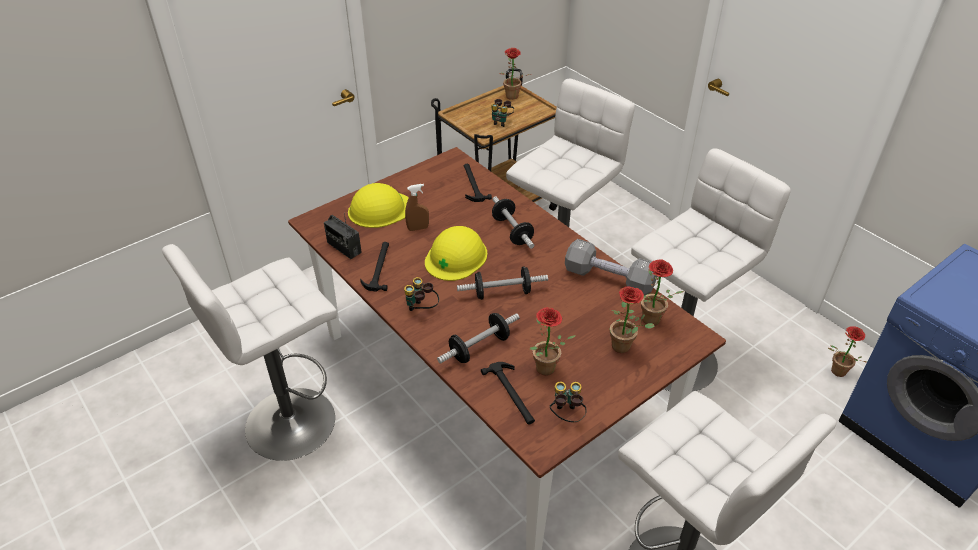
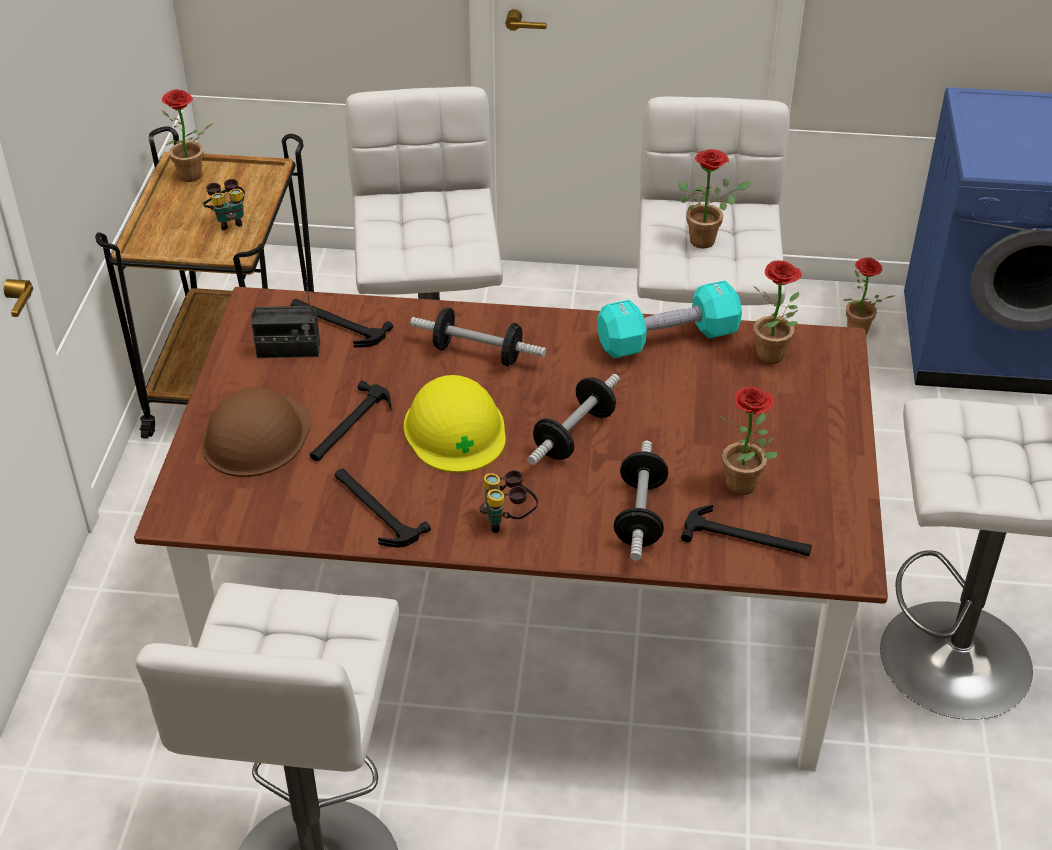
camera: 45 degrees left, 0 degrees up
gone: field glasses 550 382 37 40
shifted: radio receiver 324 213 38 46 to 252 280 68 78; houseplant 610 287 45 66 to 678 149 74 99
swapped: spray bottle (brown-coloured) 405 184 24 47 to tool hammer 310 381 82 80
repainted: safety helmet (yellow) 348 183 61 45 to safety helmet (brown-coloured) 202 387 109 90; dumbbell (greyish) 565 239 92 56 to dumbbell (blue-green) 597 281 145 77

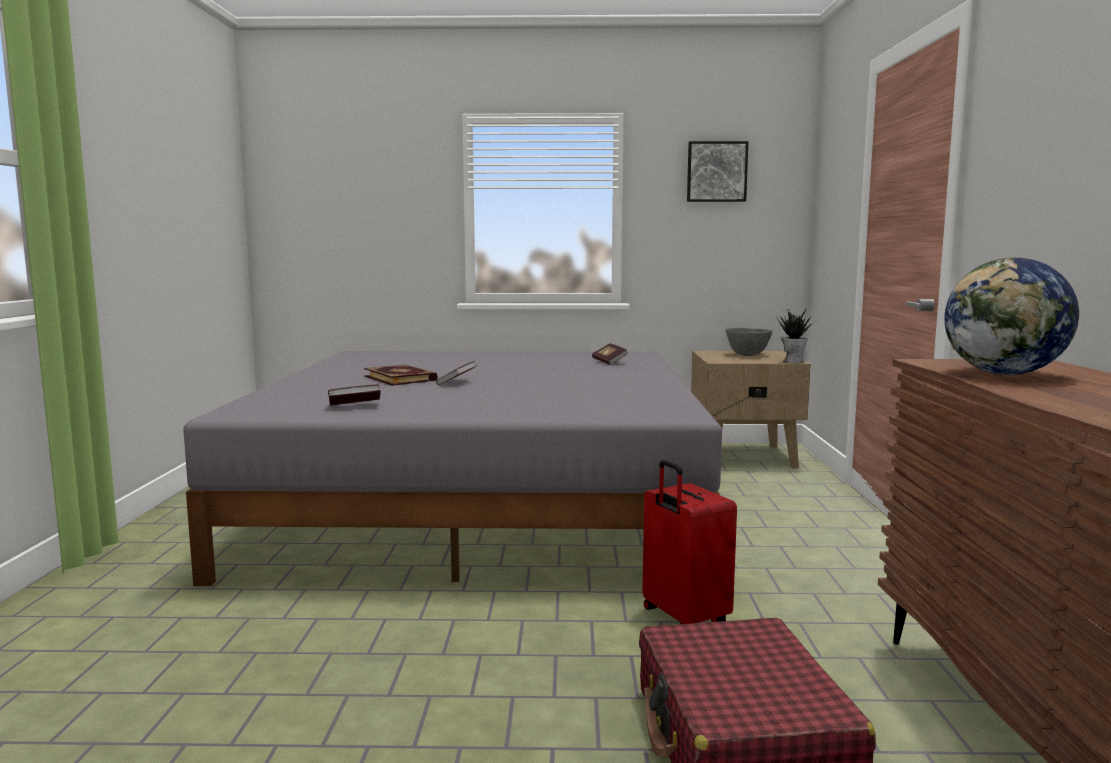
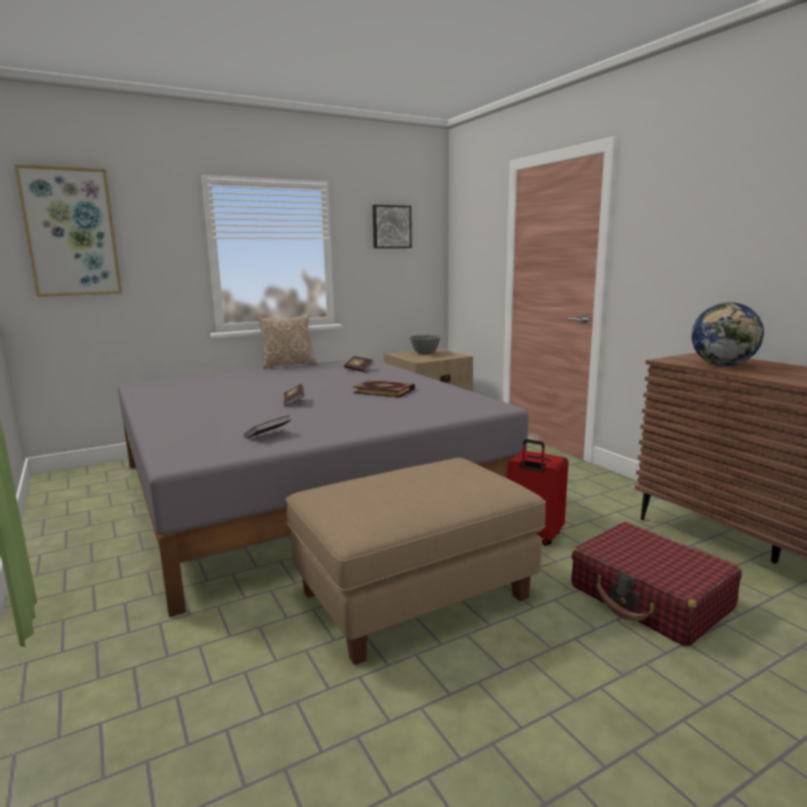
camera: 30 degrees left, 5 degrees up
gone: houseplant 777 309 37 54
new: wall picture 14 164 108 133; throw pillow 257 314 60 55; footrest (beige) 286 458 260 207
shifted: book 364 365 74 21 to 353 380 62 18

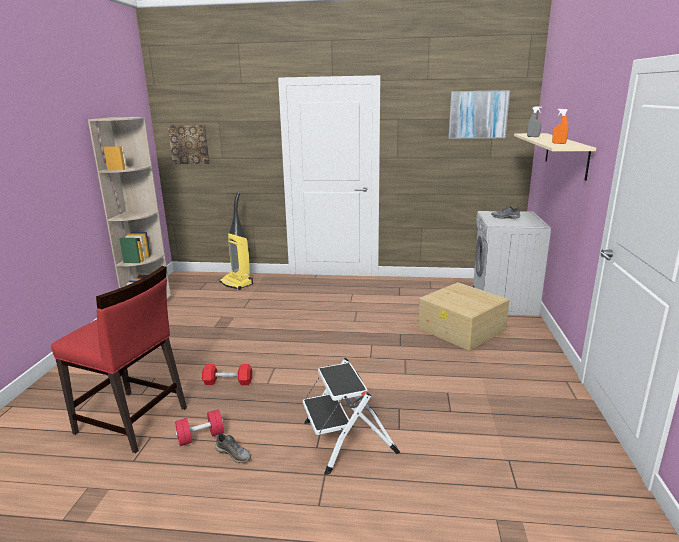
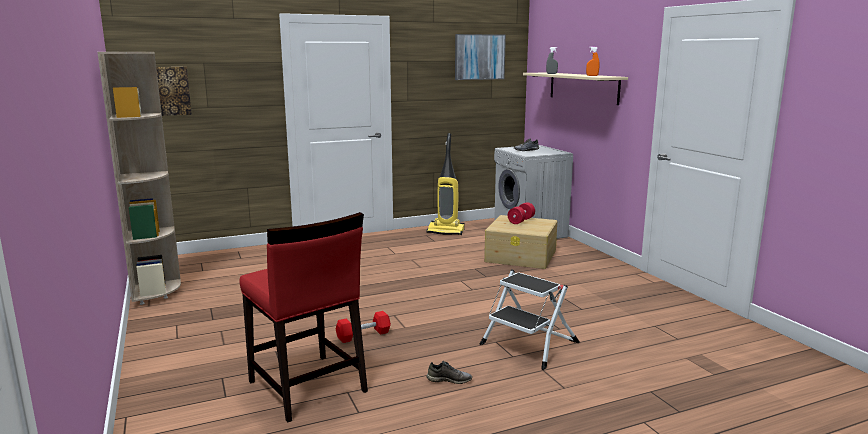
camera: 30 degrees left, 5 degrees down
shifted: dumbbell (red-coloured) 175 409 49 37 to 508 202 27 22; vacuum cleaner 219 192 34 98 to 427 133 38 102
rotated: upright chair (red-coloured) 51 266 136 187 = 239 212 129 210 60 degrees clockwise

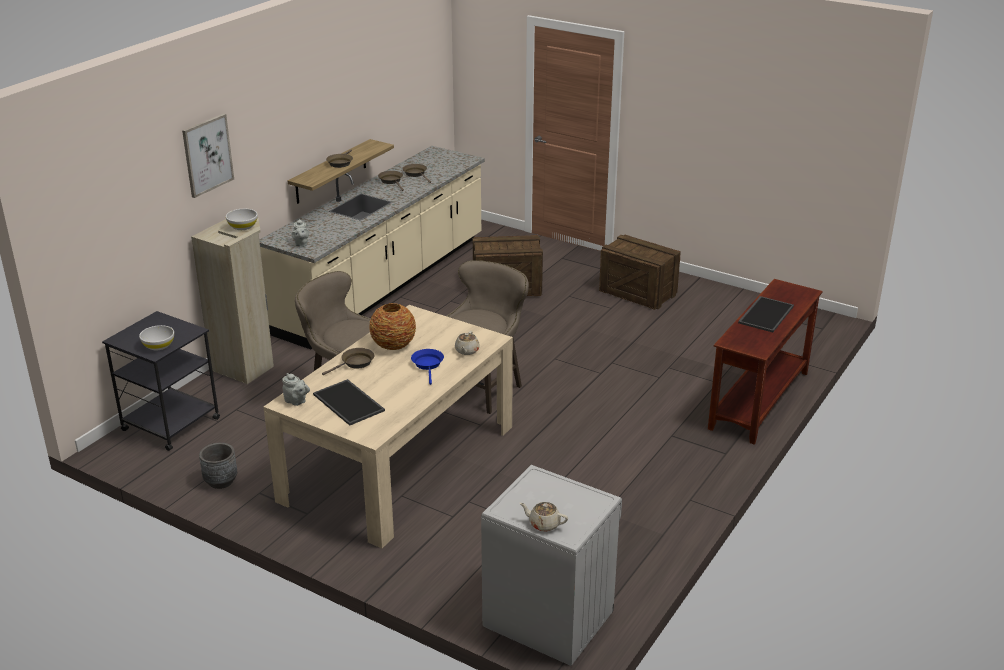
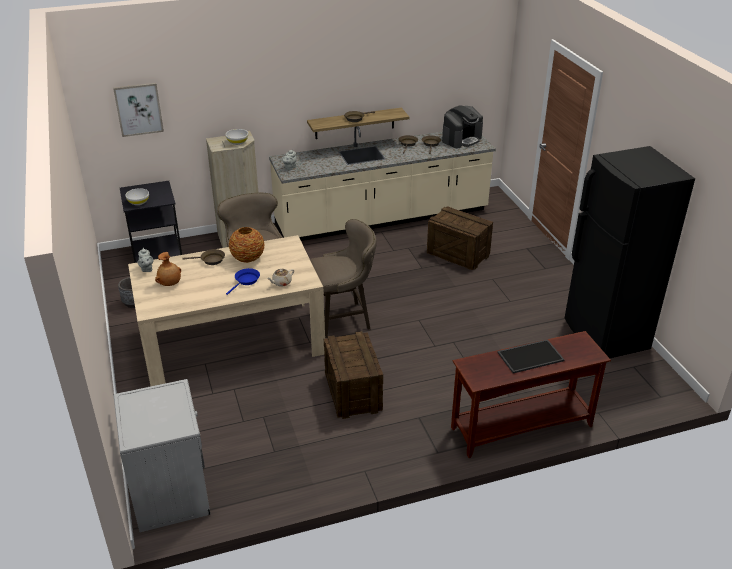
camera: 40 degrees right, 5 degrees up
gone: teapot (beige) 520 502 48 30
new: coffee brewer 442 105 41 43; refrigerator (black-coloured) 564 146 131 212
shifted: wall picture 182 113 52 85 to 113 83 51 54; crate 599 234 82 76 to 323 331 60 88
swapped: tray 313 379 72 47 to vase (brown-coloured) 155 252 26 34

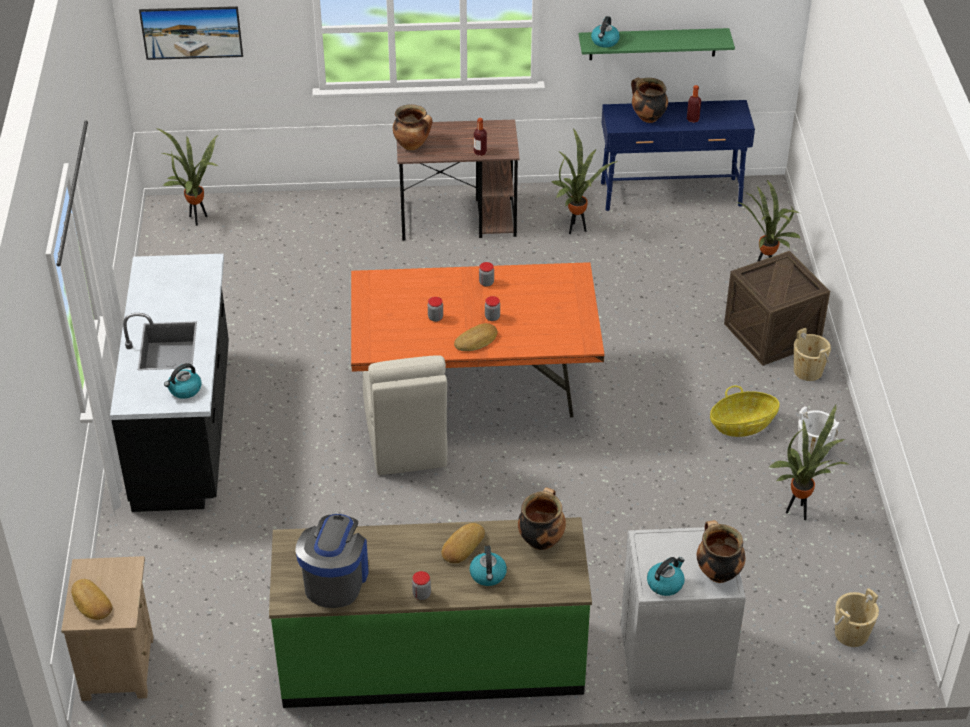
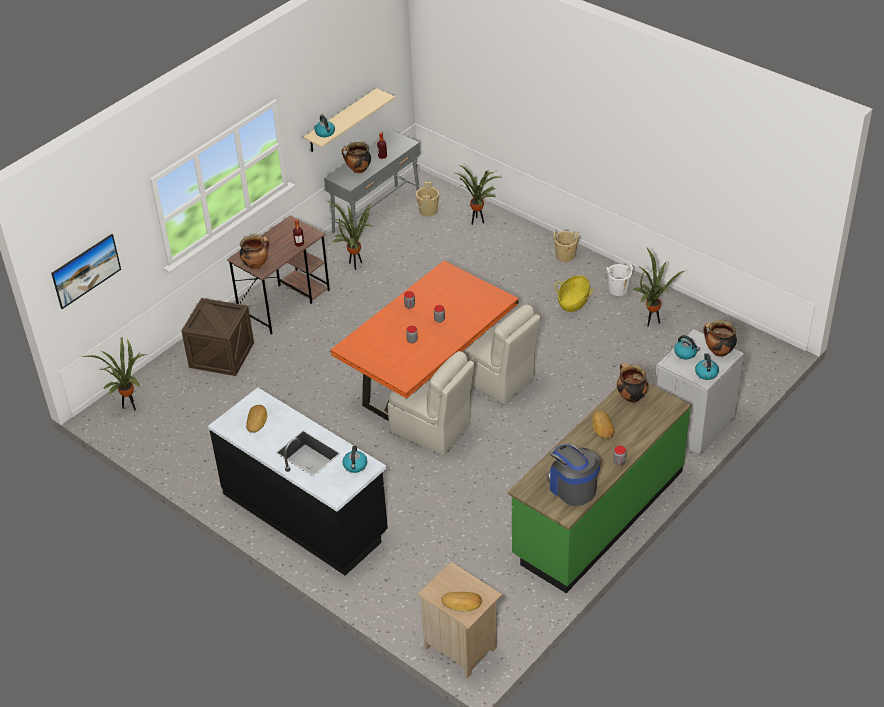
camera: 45 degrees left, 0 degrees up
new: upright chair (beige) 462 304 79 101
shifted: baked bread 454 323 44 28 to 246 405 21 28; water kettle 470 546 37 40 to 674 335 26 24; crate 724 251 106 115 to 181 298 73 78; pail (beige) 833 588 46 59 to 416 182 23 35
repainted: wall shelf (green) 579 28 156 32 to wall shelf (beige) 303 88 92 64; narrow table (bluish) 601 100 154 111 to narrow table (greyish) 324 130 96 103

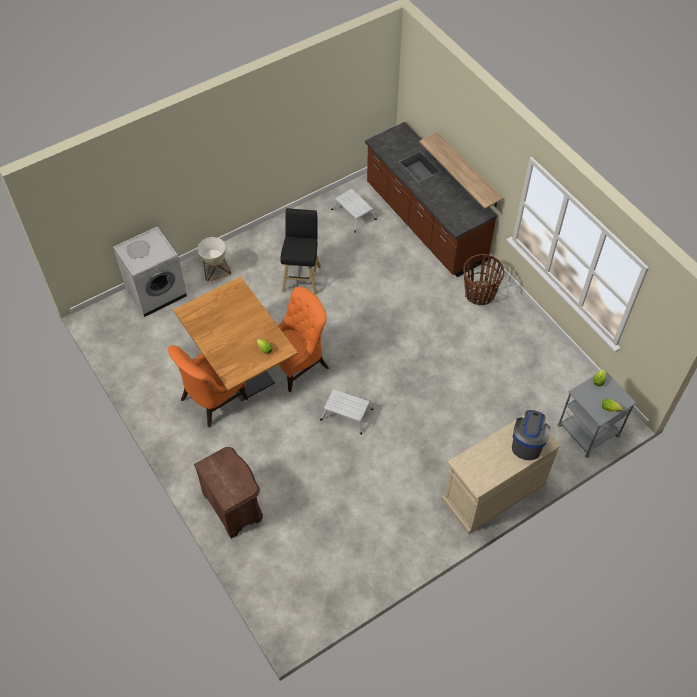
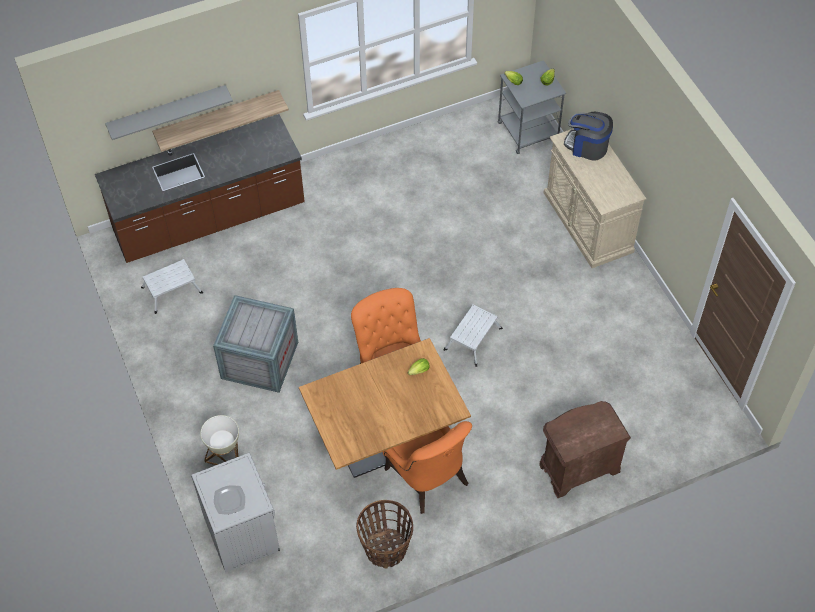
camera: 80 degrees left, 0 degrees up
new: wall shelf (greyish) 105 85 128 55
shifted: storage basket 463 254 41 51 to 356 500 57 69
swapped: stool (black-coloured) 280 208 41 87 to crate 213 295 85 98

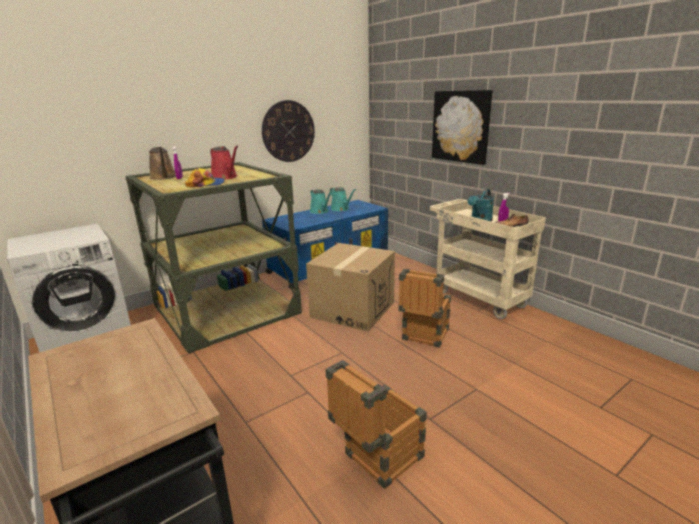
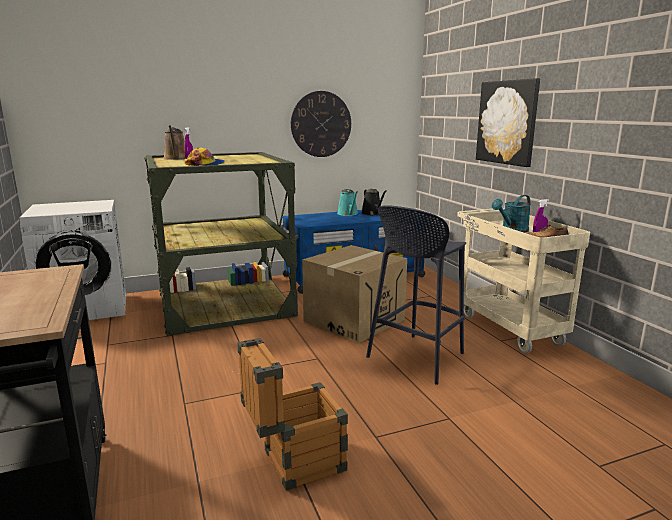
camera: 15 degrees right, 5 degrees down
gone: sprinkling can (red-coloured) 210 146 28 34
swapped: crate 398 269 53 79 to stool (greyish) 366 205 100 180
repainted: sprinkling can (blue-green) 330 187 26 24 to sprinkling can (black-coloured) 361 189 25 26

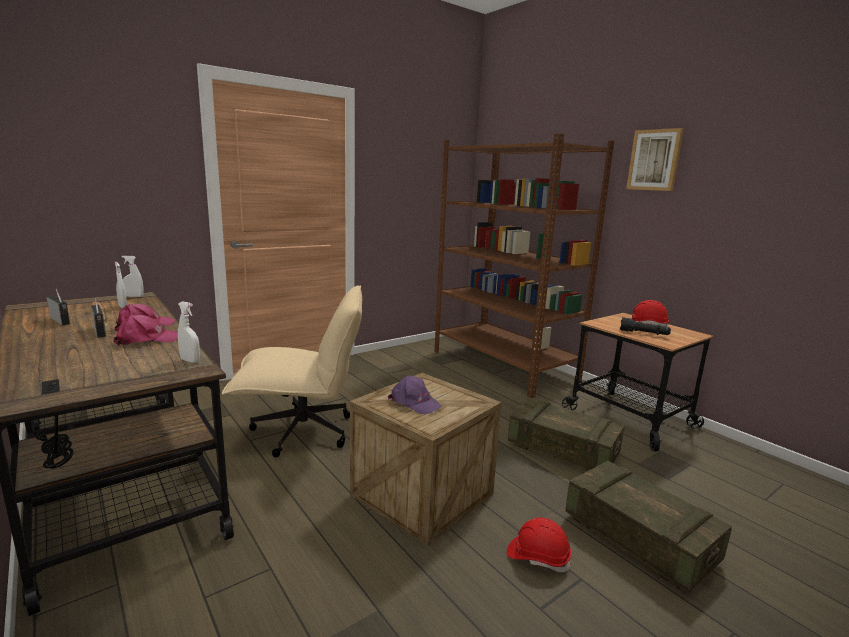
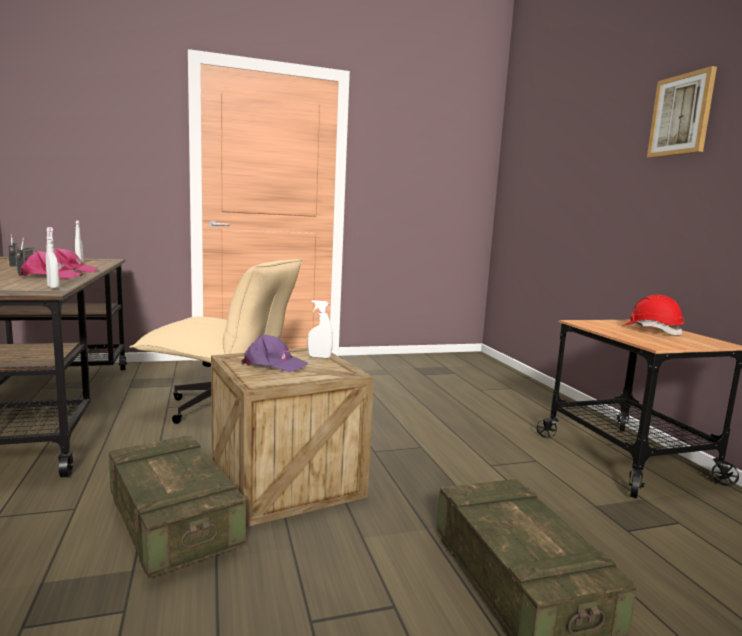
camera: 20 degrees right, 5 degrees down
gone: bookcase (brown-coloured) 434 134 180 264; safety helmet (red-coloured) 507 517 64 55; torch (black-coloured) 620 317 51 18
shifted: spray bottle (white) 122 256 22 41 to 308 300 25 59; crate 508 398 117 73 to 109 435 137 143
rotated: peaked cap (purple) 388 375 55 40 = 241 334 67 38 45 degrees counterclockwise

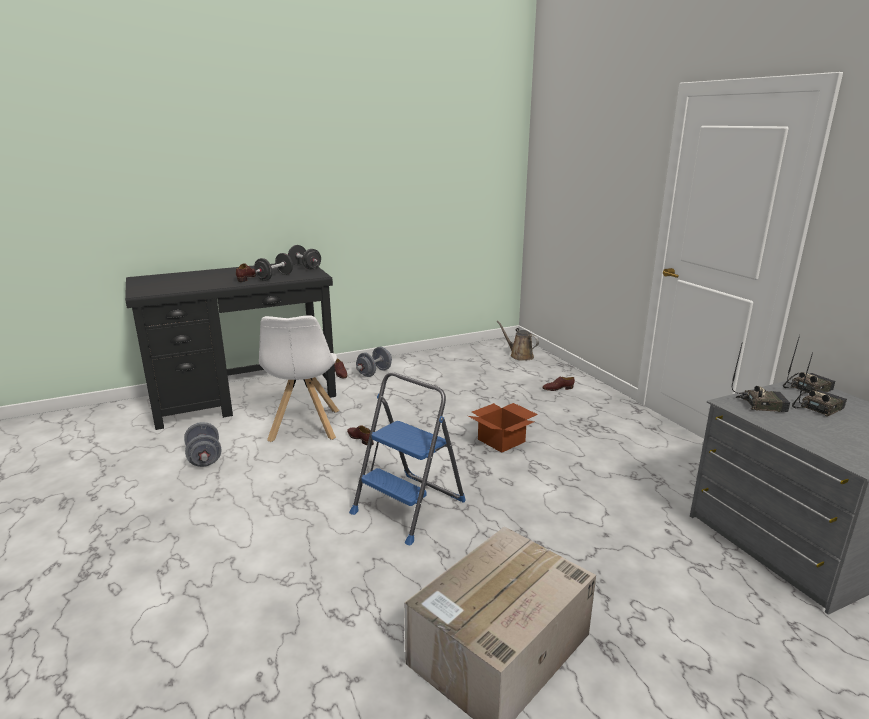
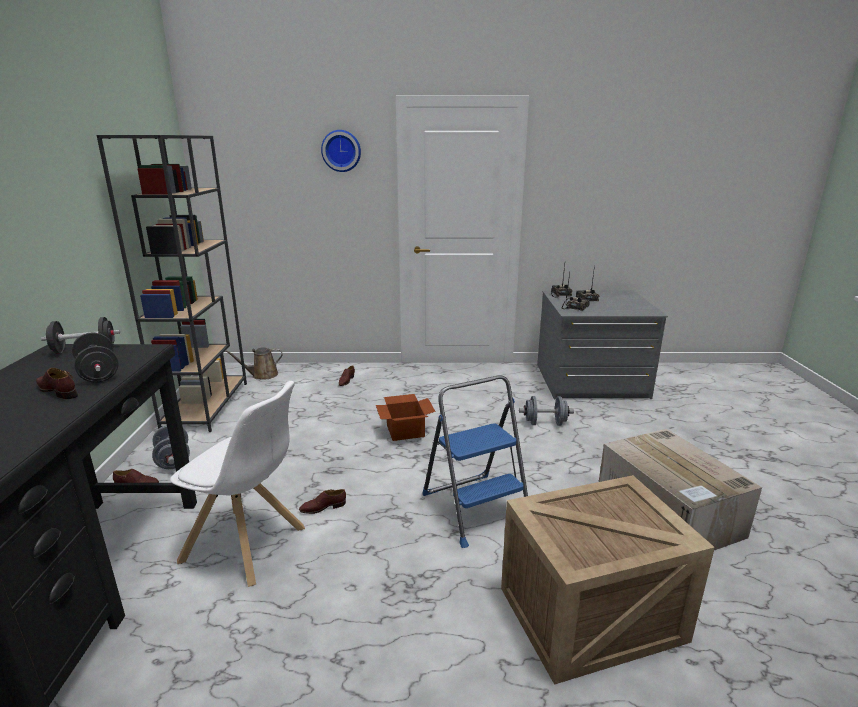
camera: 65 degrees left, 0 degrees up
new: bookcase 97 135 150 297; wall clock 321 130 40 42; crate 501 475 214 210
shifted: dumbbell (greyish) 184 422 37 45 to 519 396 55 30

